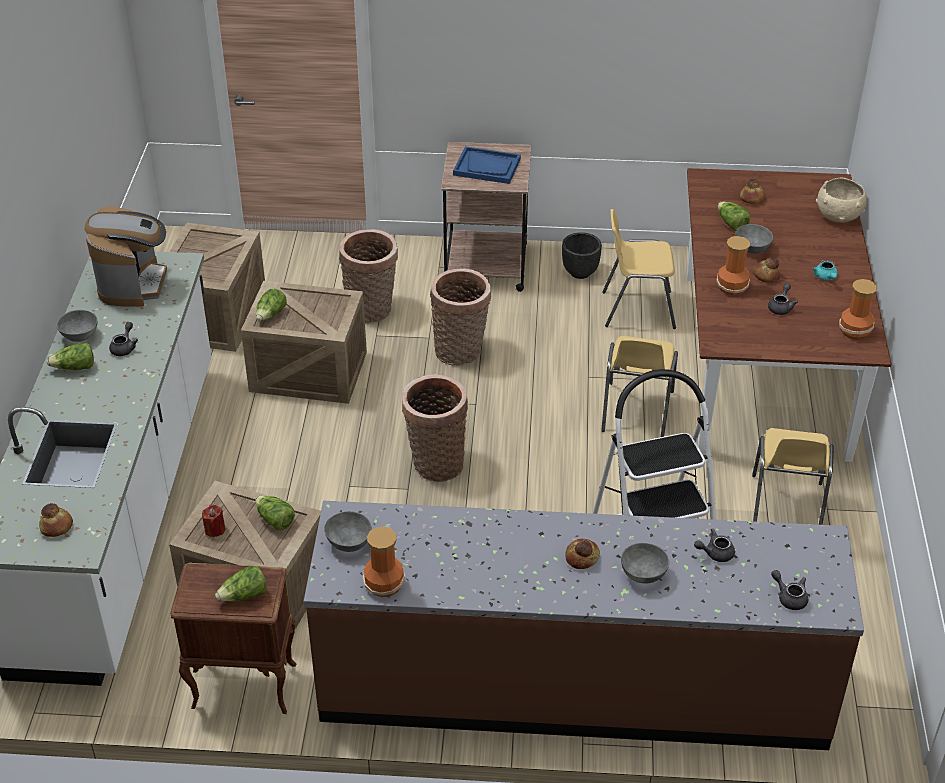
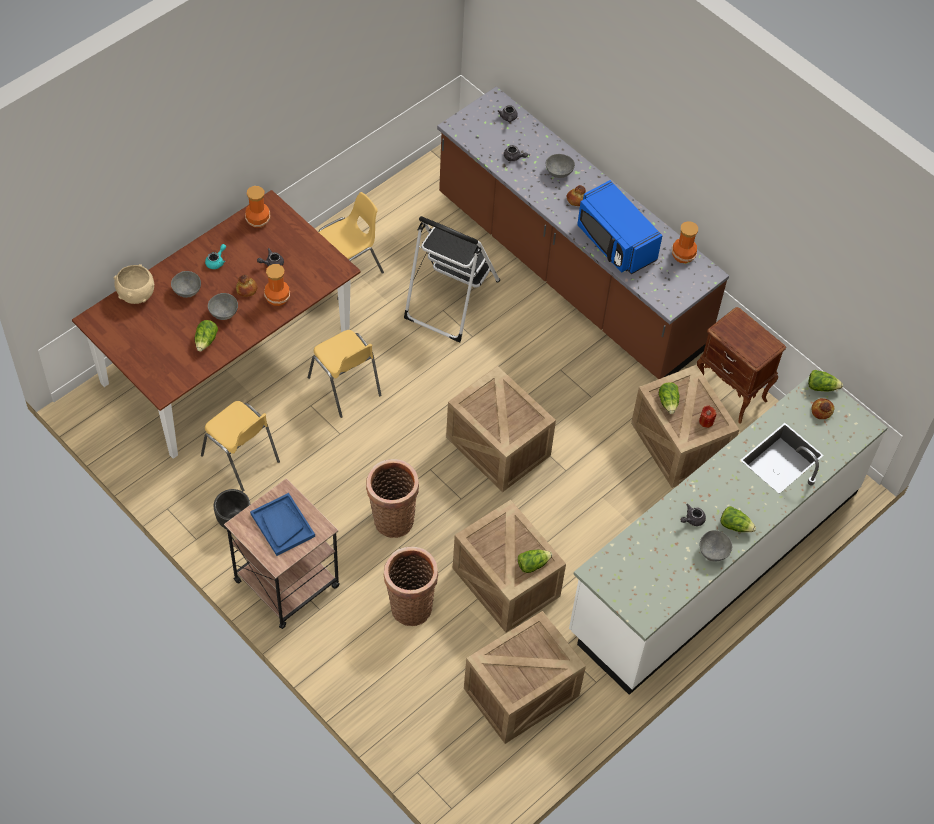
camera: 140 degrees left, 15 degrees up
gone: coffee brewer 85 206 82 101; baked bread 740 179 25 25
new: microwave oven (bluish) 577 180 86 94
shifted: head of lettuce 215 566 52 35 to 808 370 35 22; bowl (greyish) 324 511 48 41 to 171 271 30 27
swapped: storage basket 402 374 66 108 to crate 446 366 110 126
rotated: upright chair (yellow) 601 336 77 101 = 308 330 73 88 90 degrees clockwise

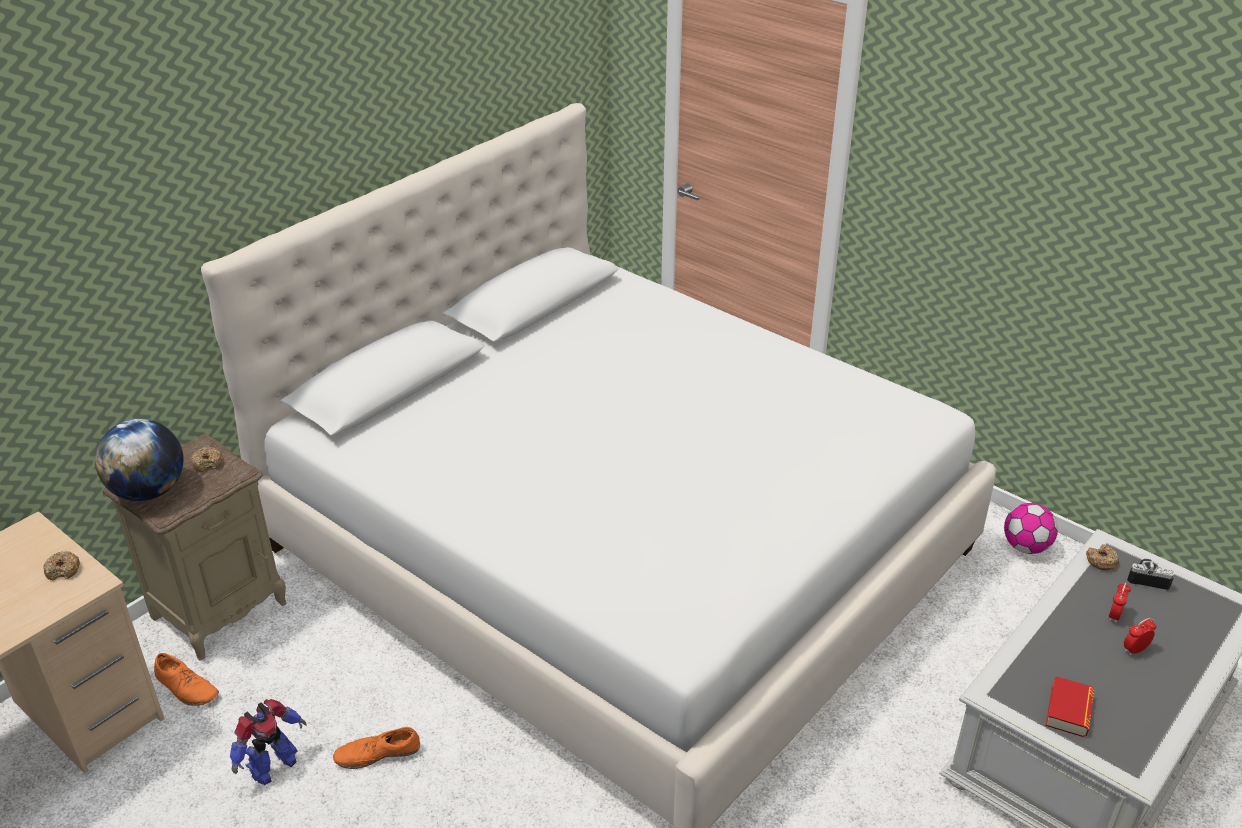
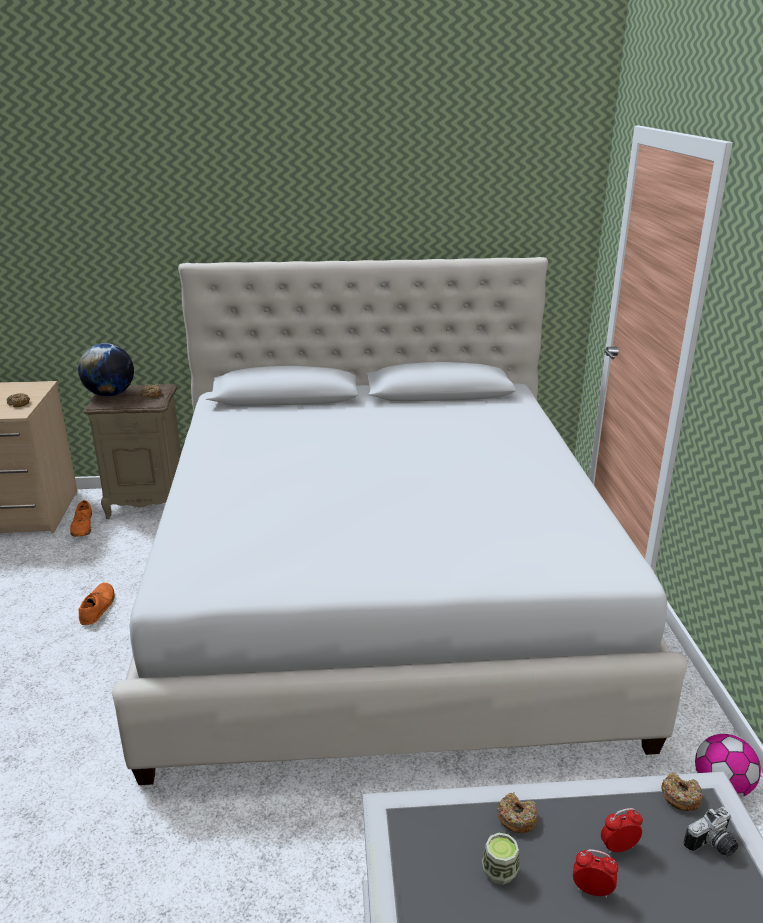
camera: 45 degrees right, 10 degrees down
gone: model robot 230 699 77 86; book 1045 676 49 61
new: drinking cup 482 833 37 52; ring doughnut 497 793 41 40
rotated: low shoe (orange-coloured) 333 727 87 42 = 79 583 36 42 60 degrees clockwise; photo camera 1127 559 47 32 = 684 807 54 50 90 degrees clockwise

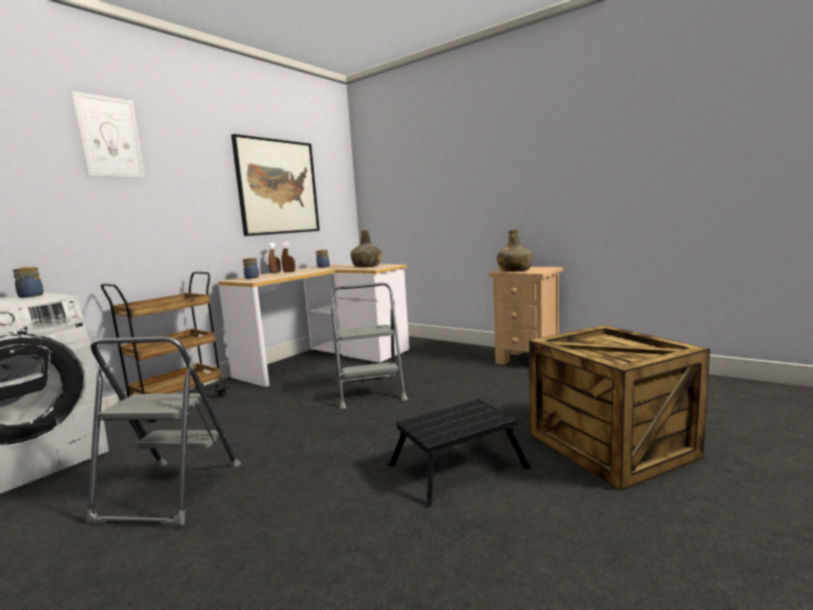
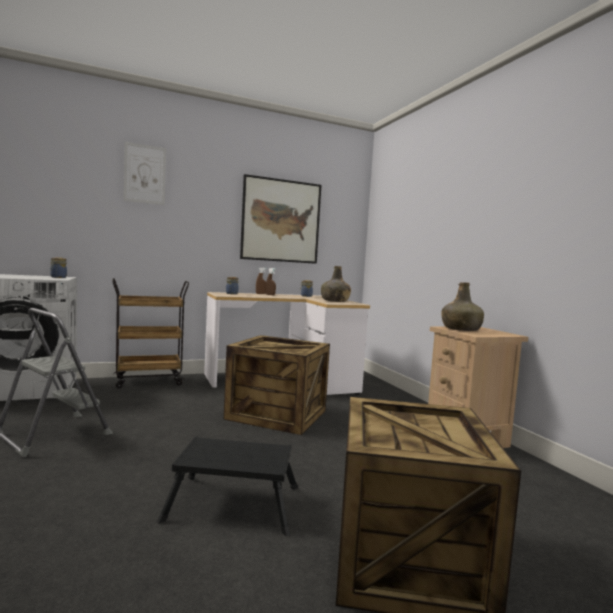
camera: 30 degrees right, 5 degrees down
swapped: step stool (greyish) 330 283 78 126 to crate 224 335 106 100

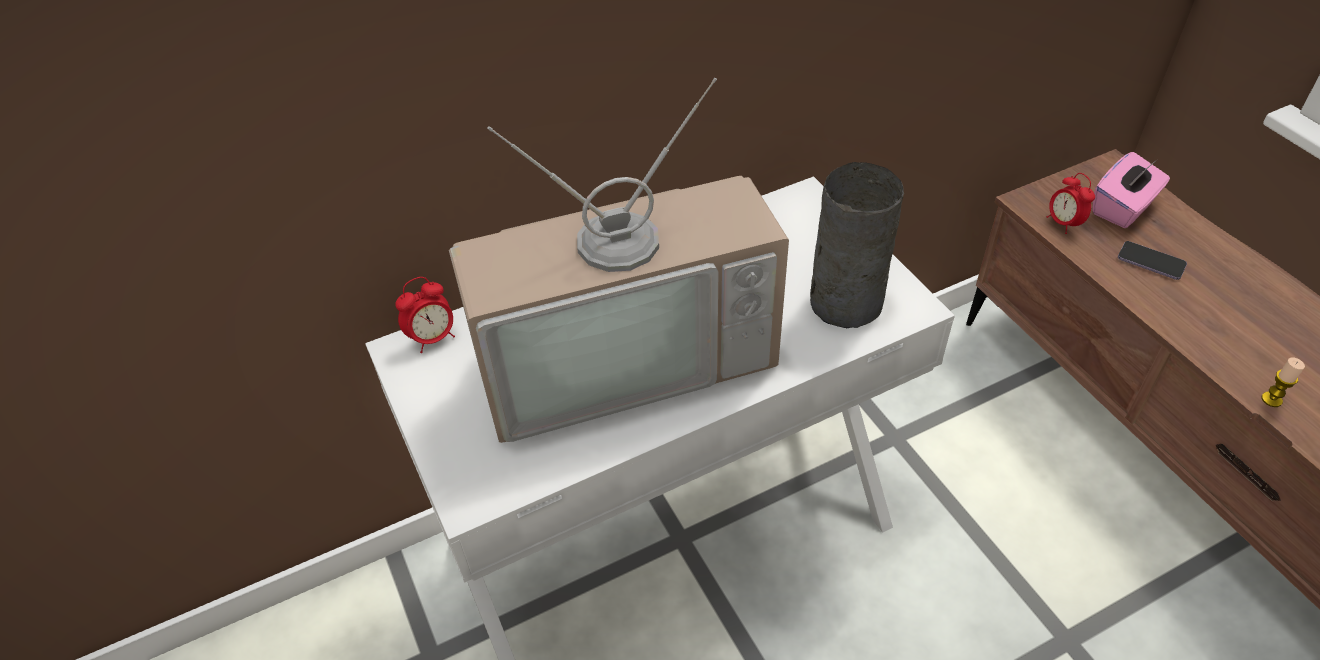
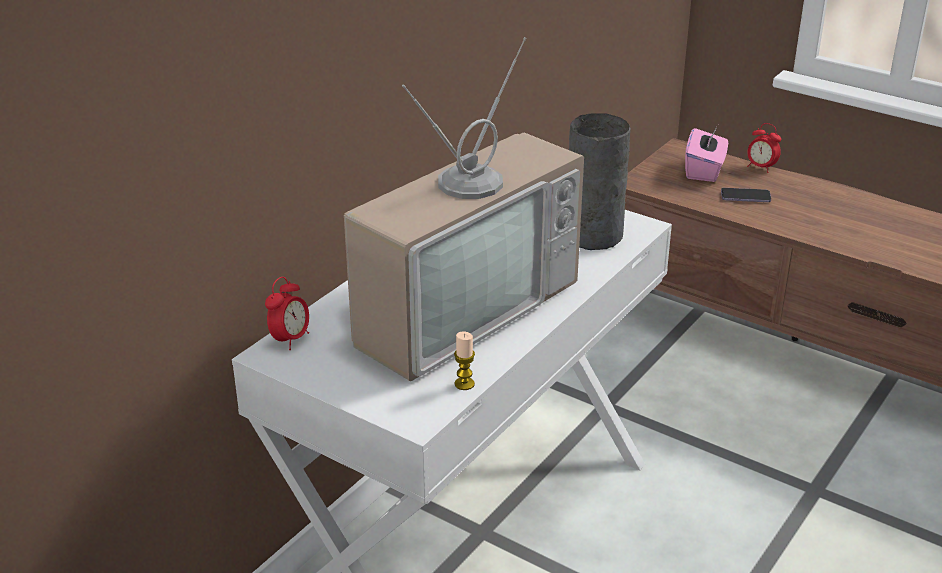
camera: 30 degrees left, 15 degrees down
shifted: alarm clock 1047 173 48 61 to 747 123 34 50; wax candle 1261 357 44 50 to 454 332 21 58

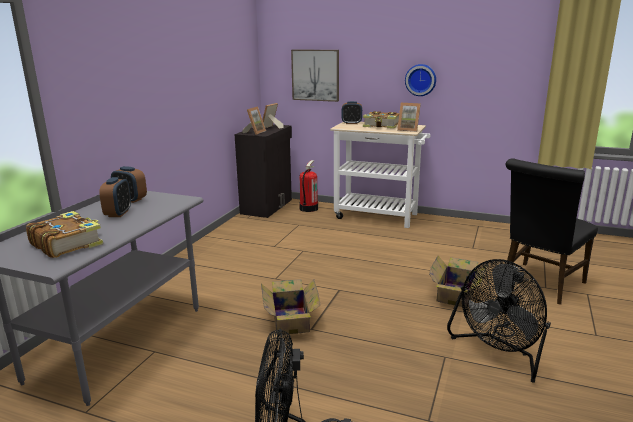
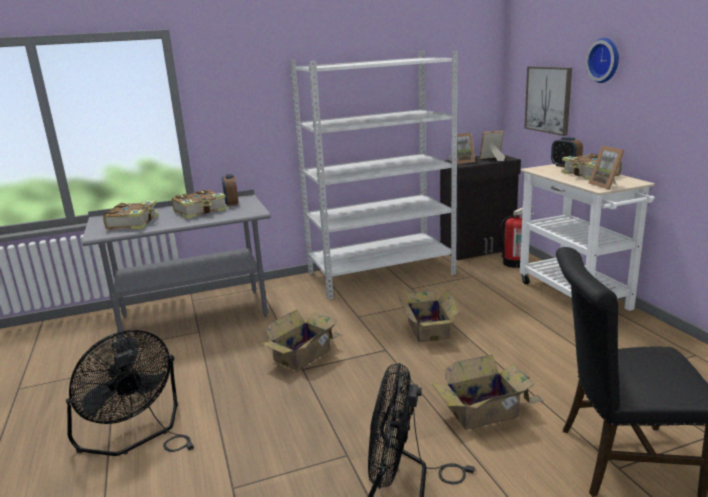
camera: 50 degrees right, 0 degrees up
new: bookcase (white) 290 51 168 249; cardboard box 398 290 62 52
shifted: wall clock 405 64 31 32 to 585 38 34 45
swapped: alarm clock 99 177 32 40 to book 172 190 55 29

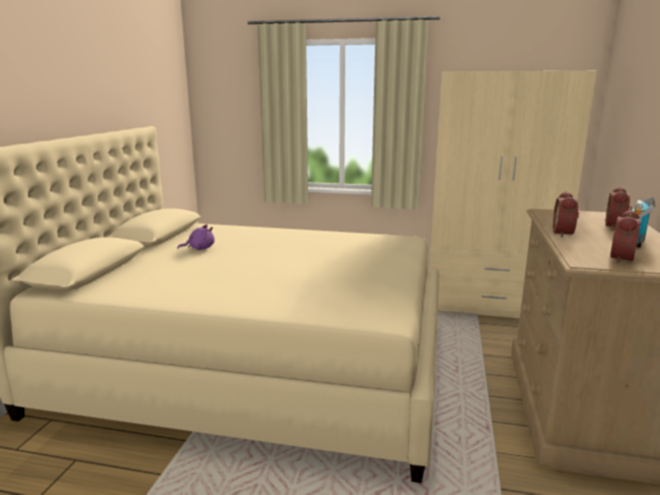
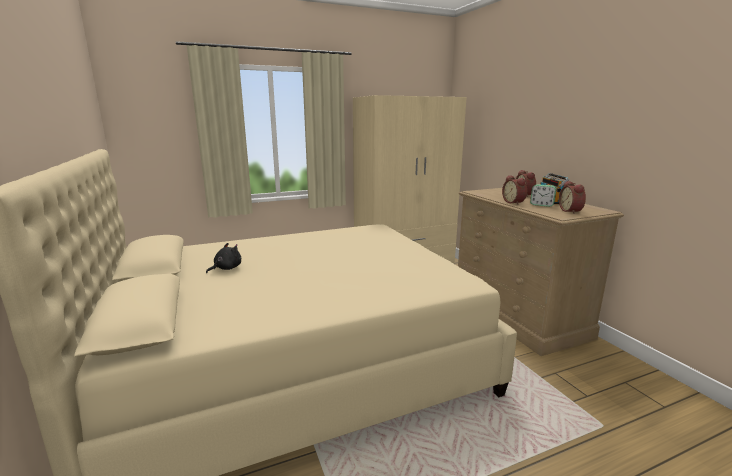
camera: 35 degrees left, 0 degrees up
new: alarm clock 530 184 26 23
repainted: plush toy (purple) 177 224 38 26 to plush toy (black-coloured) 206 243 35 30

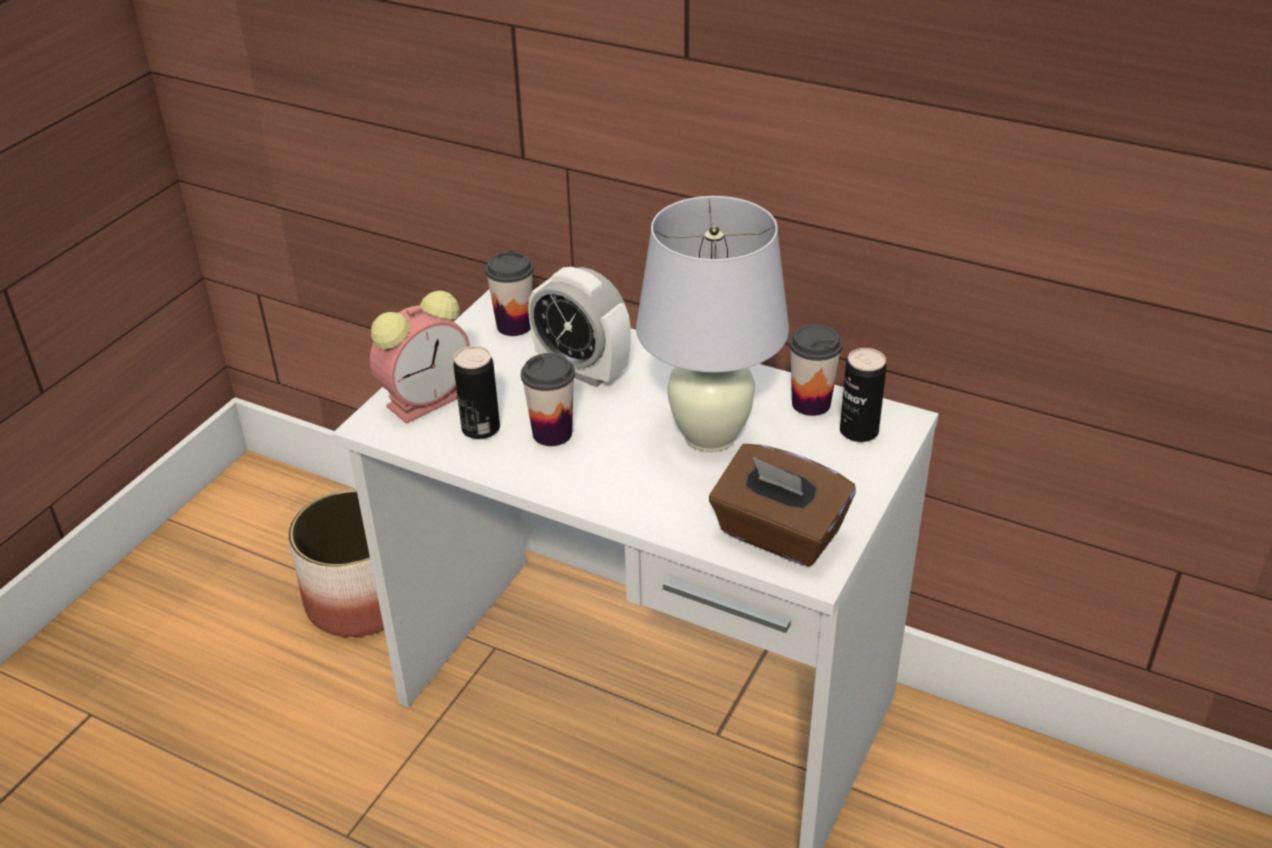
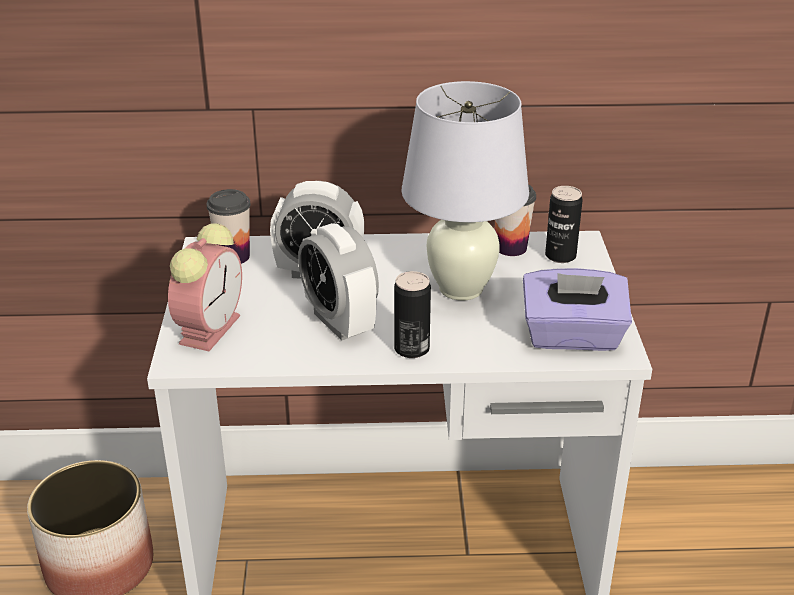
camera: 30 degrees left, 5 degrees down
shifted: metal can 453 346 47 93 to 394 271 37 87
swapped: drinking cup 521 353 54 93 to alarm clock 298 223 81 118
repainted: tissue holder (brown-coloured) 709 444 147 122 to tissue holder (purple) 523 268 109 83

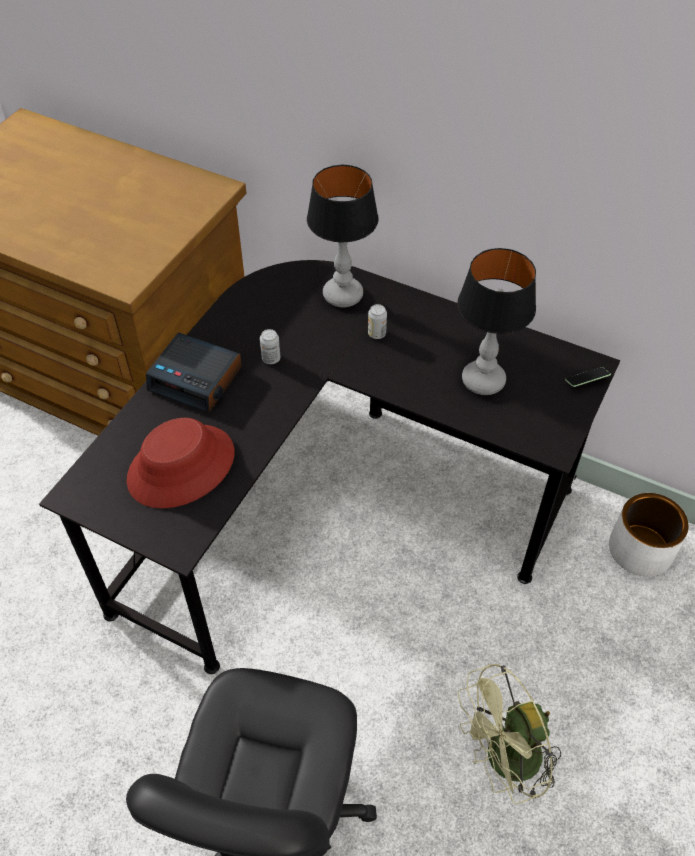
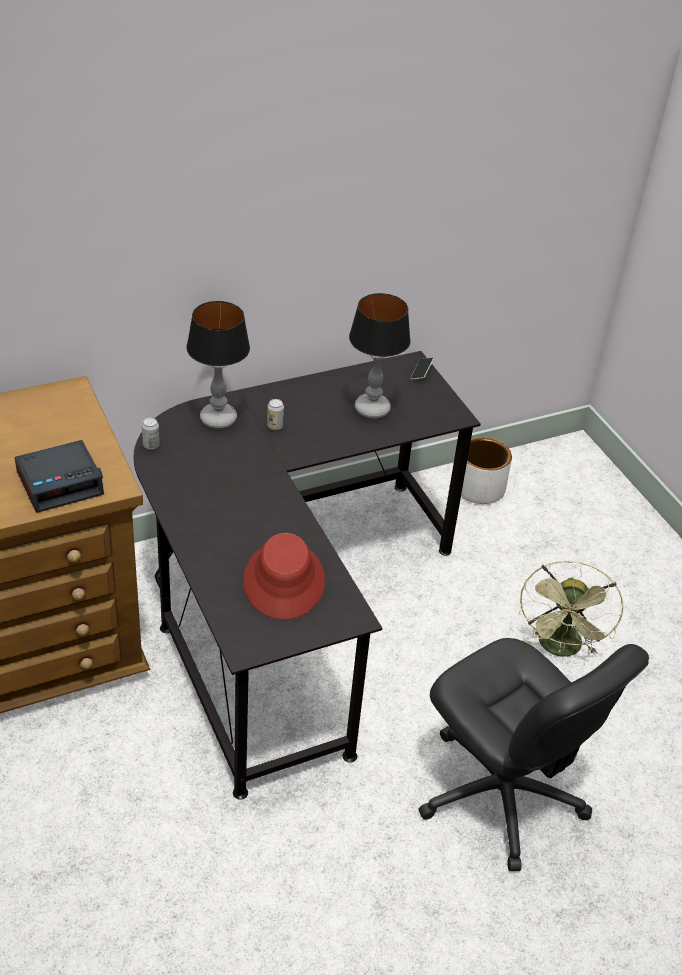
camera: 55 degrees left, 10 degrees down
shifted: alarm clock 146 333 96 80 to 15 440 89 72; metal can 260 329 20 35 to 142 417 18 33

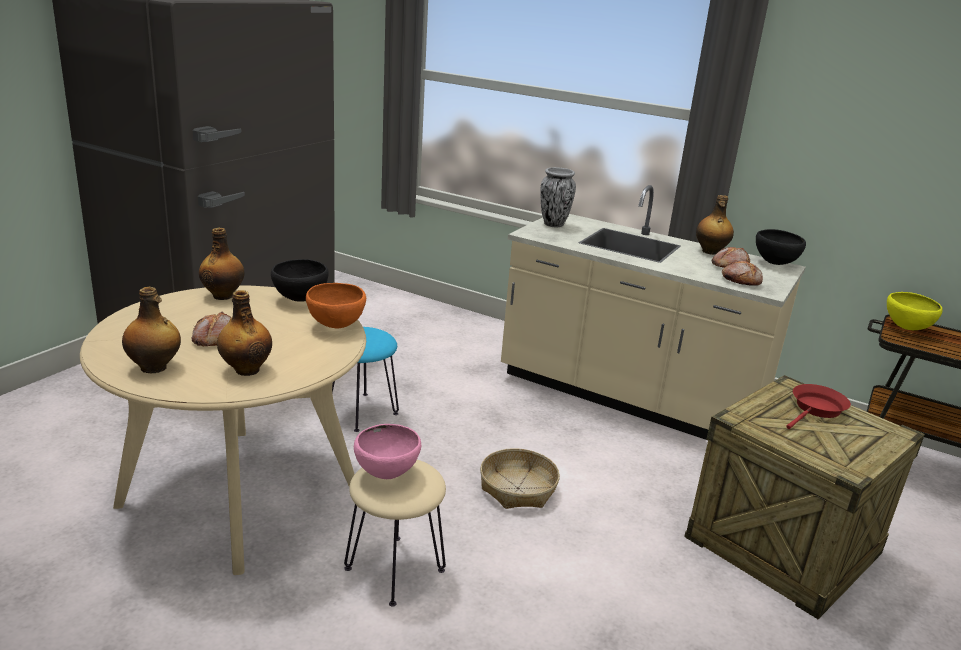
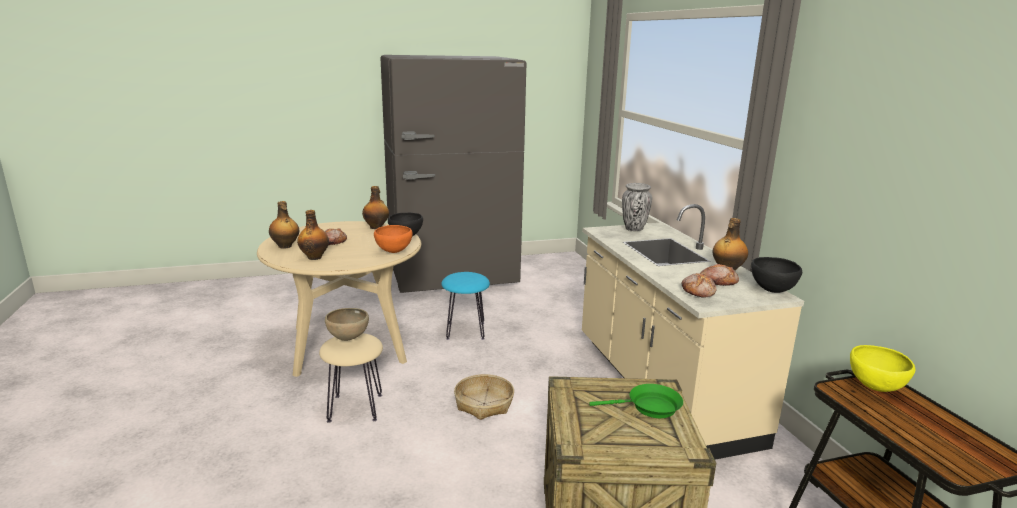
camera: 45 degrees right, 5 degrees down
repainted: bowl (pink-coloured) 354 424 67 55 to bowl (brown-coloured) 325 308 44 33; frying pan (red-coloured) 786 384 65 45 to frying pan (green) 589 384 94 34

